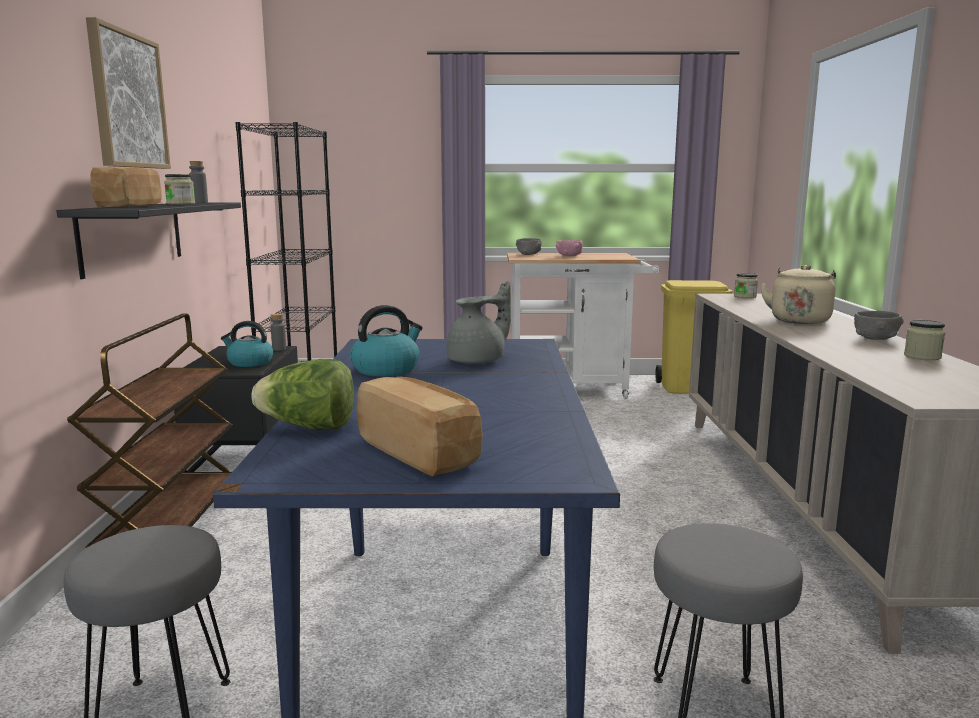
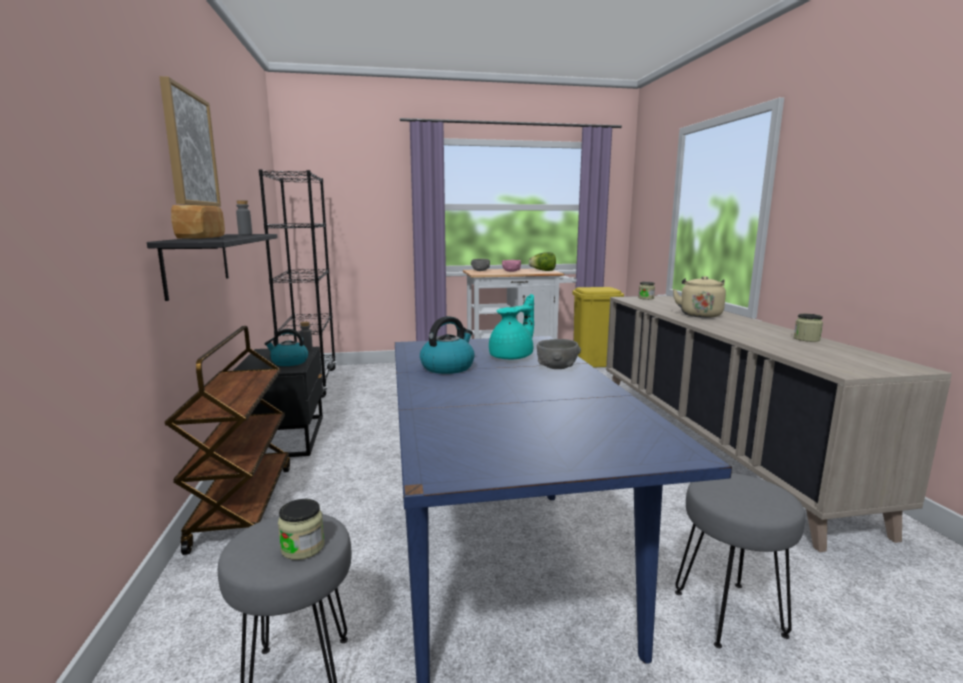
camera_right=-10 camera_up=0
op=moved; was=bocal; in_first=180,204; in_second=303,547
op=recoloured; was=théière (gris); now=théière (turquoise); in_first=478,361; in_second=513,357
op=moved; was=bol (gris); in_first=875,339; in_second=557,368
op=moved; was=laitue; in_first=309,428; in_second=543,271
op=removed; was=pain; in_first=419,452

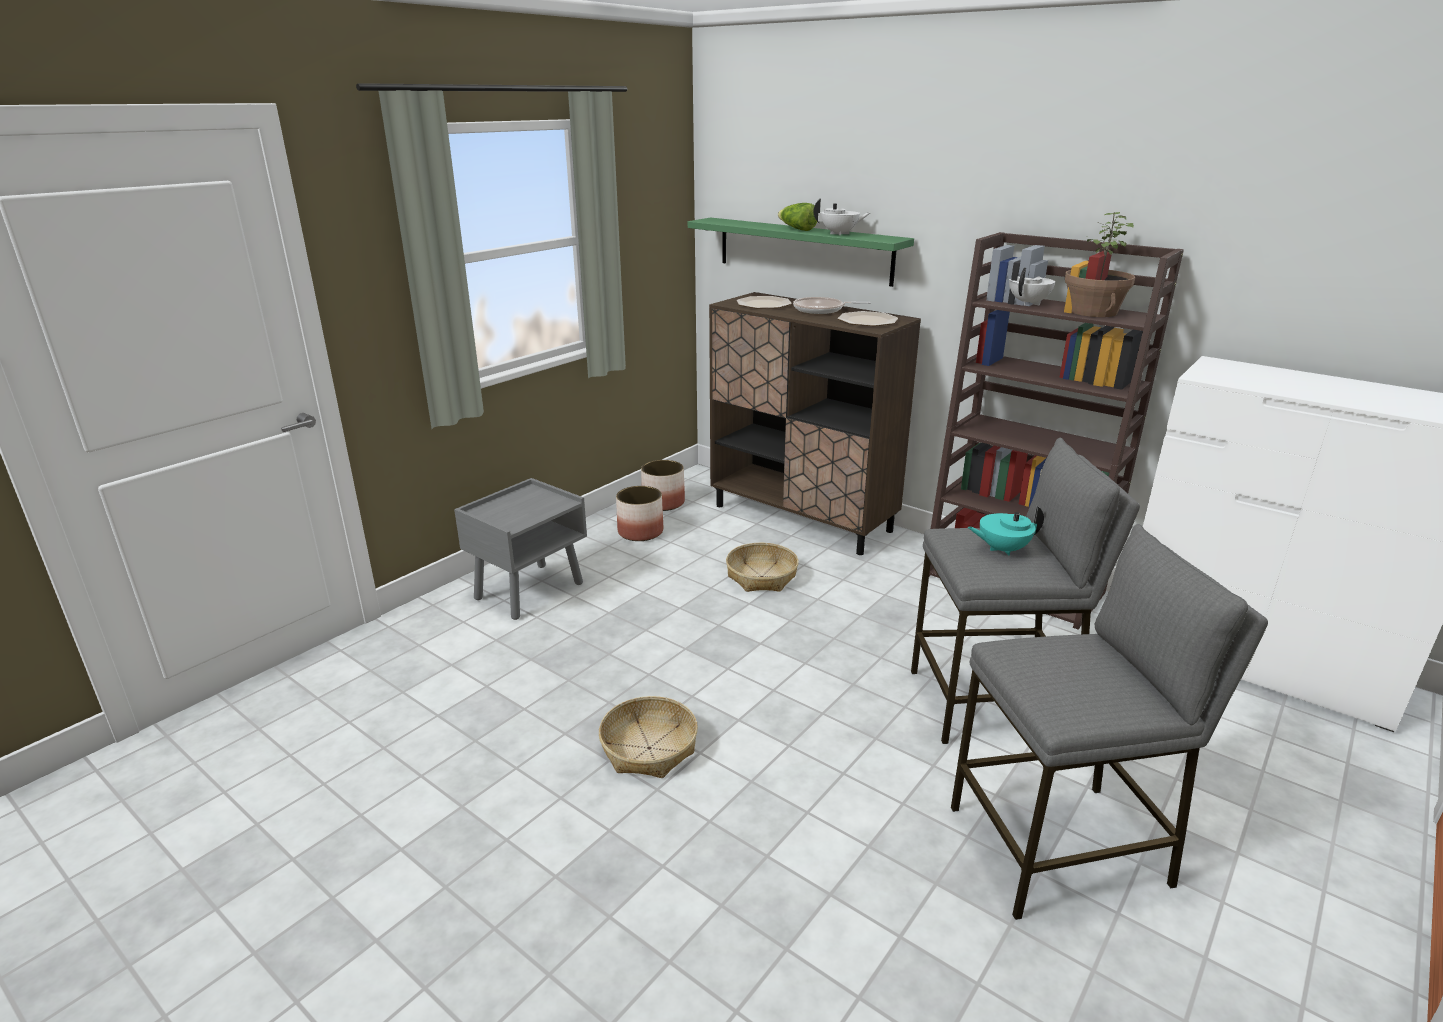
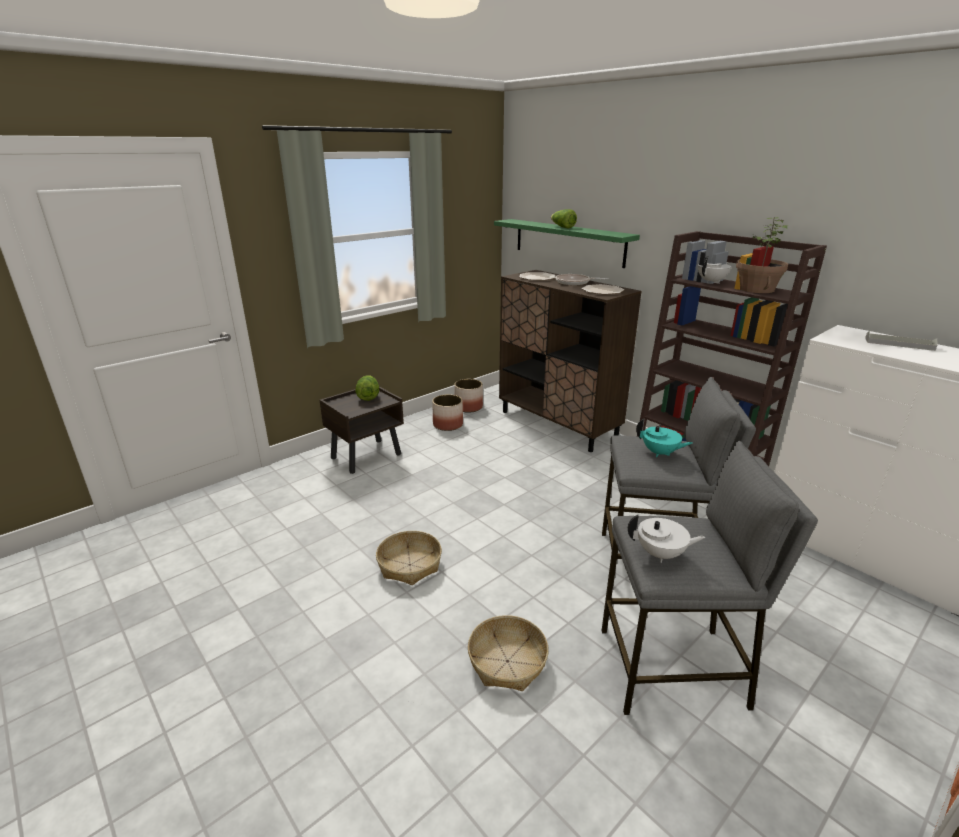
camera_right=10 camera_up=0
op=moved; was=théière (blanc); in_first=839,234; in_second=661,554
op=recoloured; was=table de chevet (gris); now=table de chevet (marron); in_first=530,590; in_second=366,456
op=turned; was=théière (turquoise); in_first=1002,549; in_second=660,453; clockwise=-150
op=moved; was=panier; in_first=761,576; in_second=507,661
op=added; now=plateau (gris); in_second=899,344
op=added; now=laitue; in_second=368,396

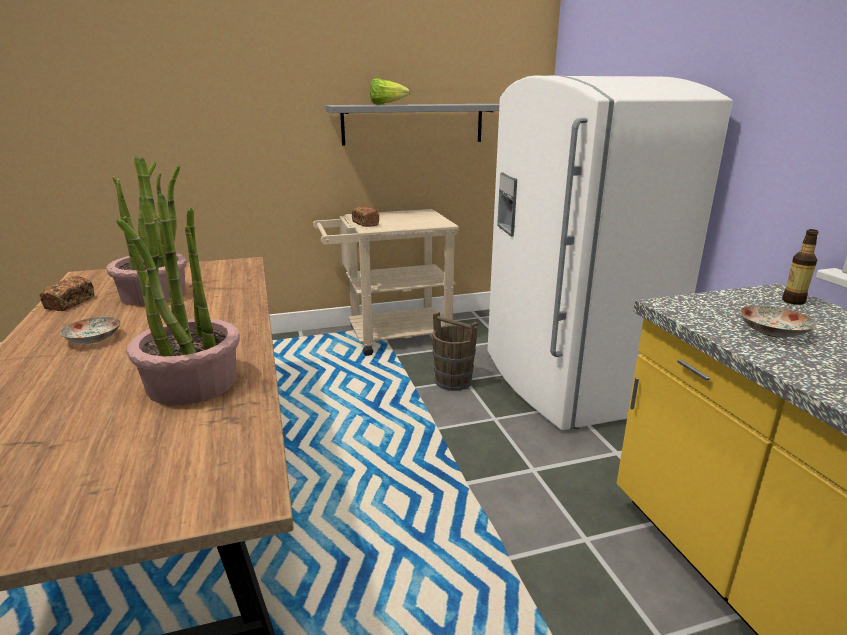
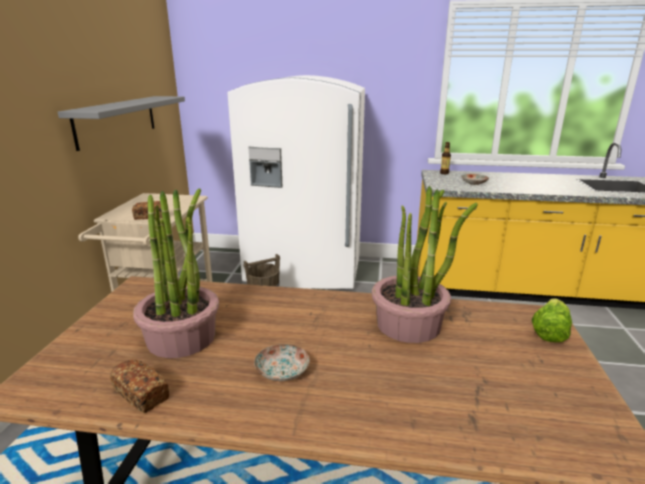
camera_right=-65 camera_up=0
op=moved; was=laitue; in_first=386,104; in_second=549,332

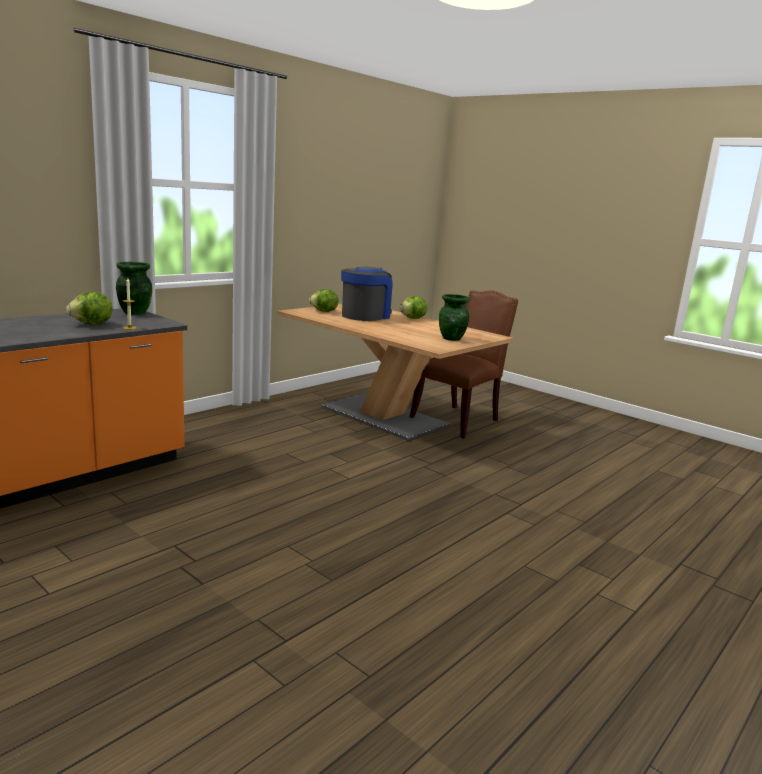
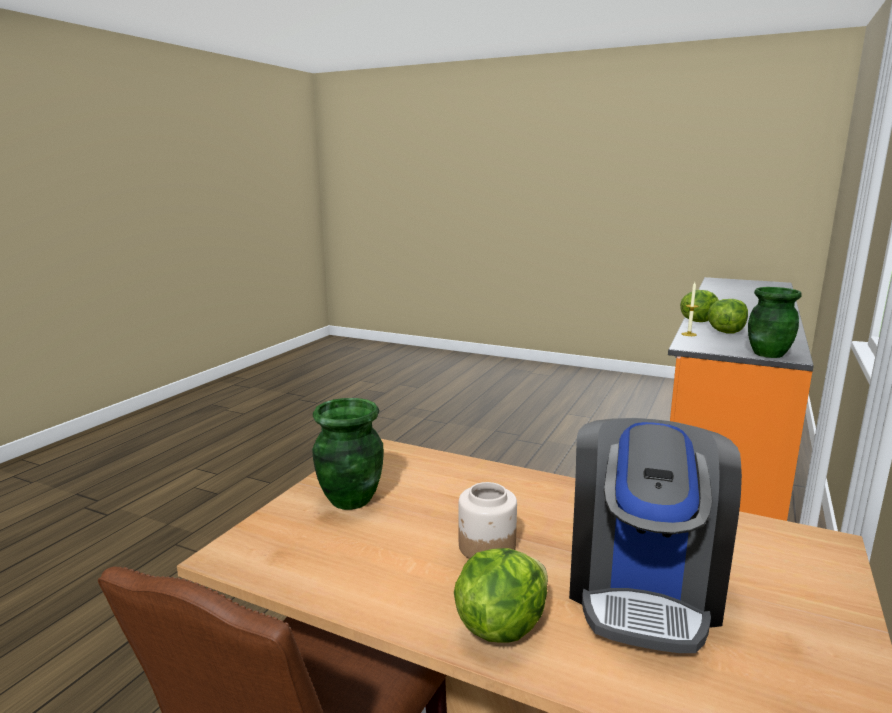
camera_right=165 camera_up=0
op=moved; was=laitue; in_first=324,311; in_second=698,321
op=added; now=bocal; in_second=486,547

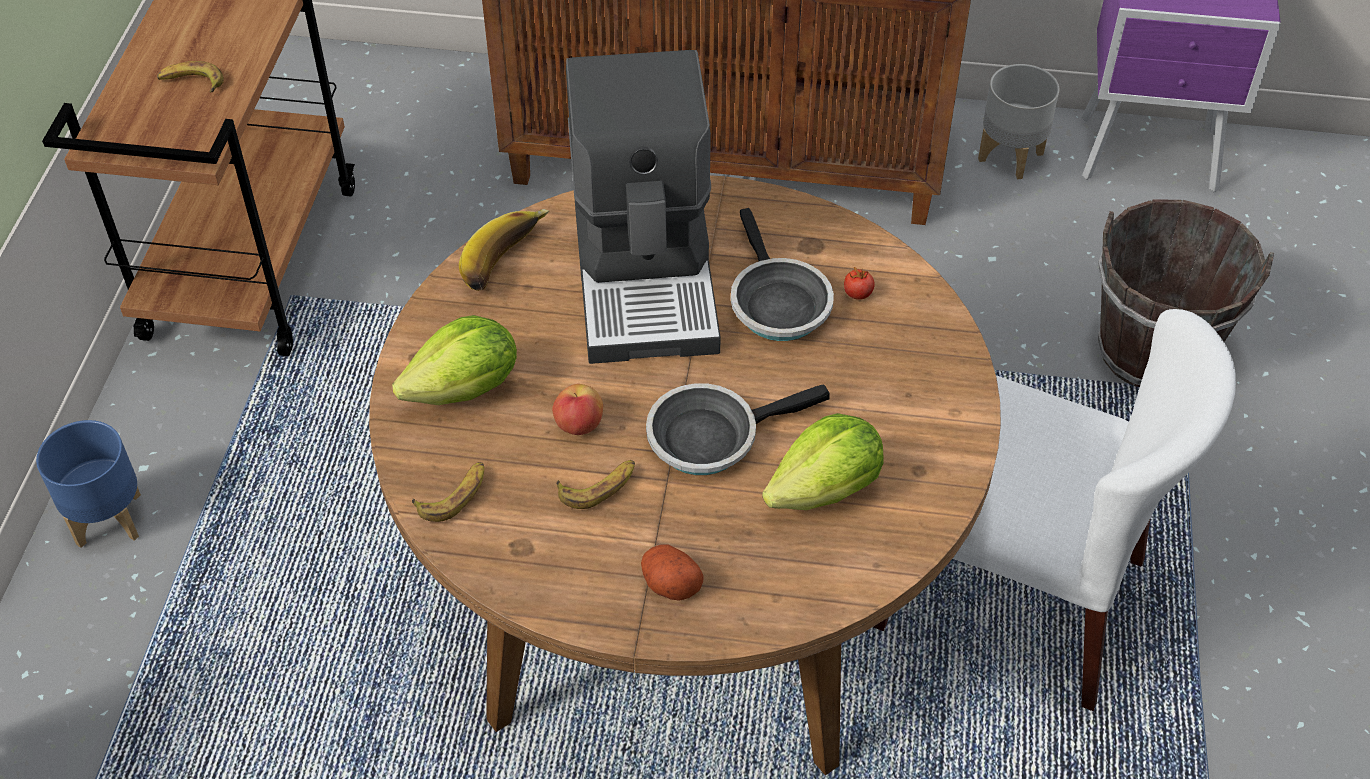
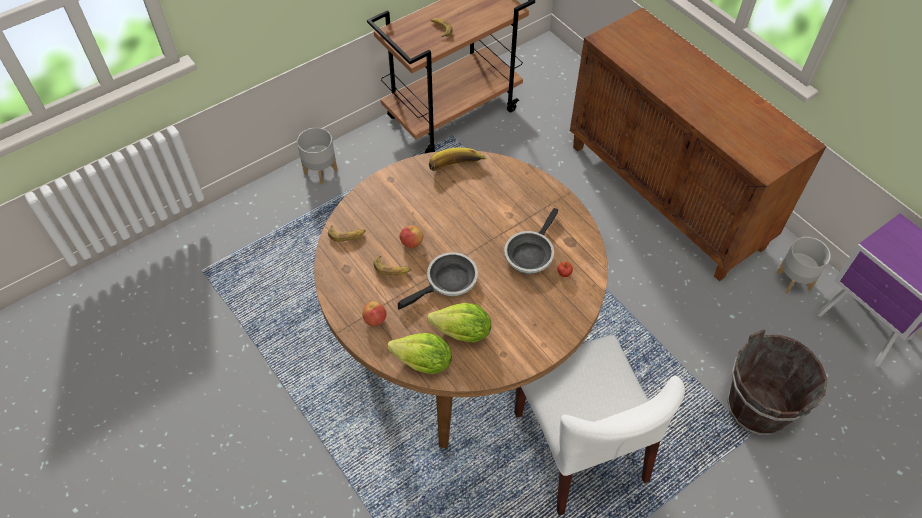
camera_right=45 camera_up=5
op=removed; was=machine à café; in_first=648,274
op=moved; was=laitue; in_first=465,389; in_second=423,363
op=turned; was=poêle; in_first=711,436; in_second=448,282; clockwise=120
op=recoloured; was=cache-pot (bleu); now=cache-pot (gris); in_first=109,518; in_second=321,171
op=replaced; was=pomme de terre; now=pomme; in_first=669,583; in_second=375,319

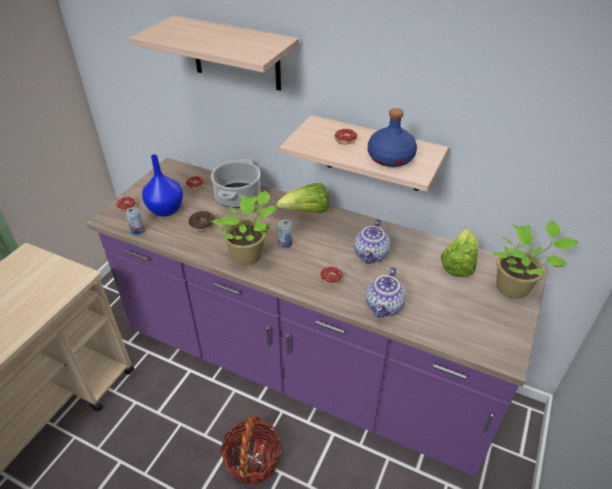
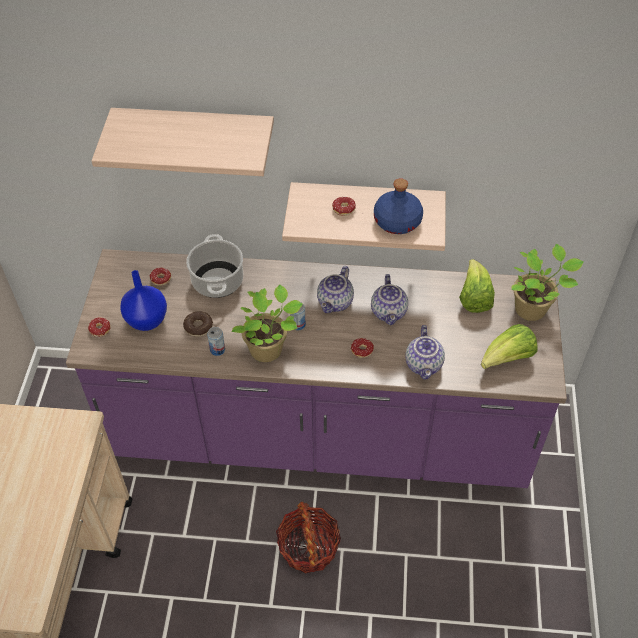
camera_right=-20 camera_up=10
op=moved; was=laitue; in_first=306,212; in_second=507,359
op=moved; was=boîte métallique; in_first=138,231; in_second=217,350
op=added; now=théière; in_second=336,303

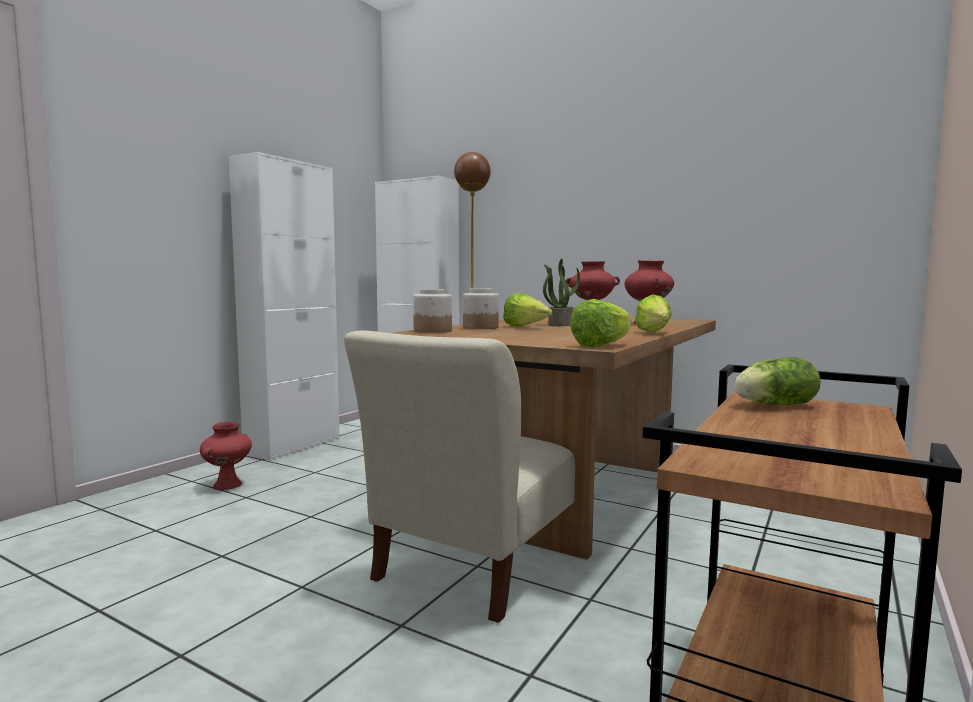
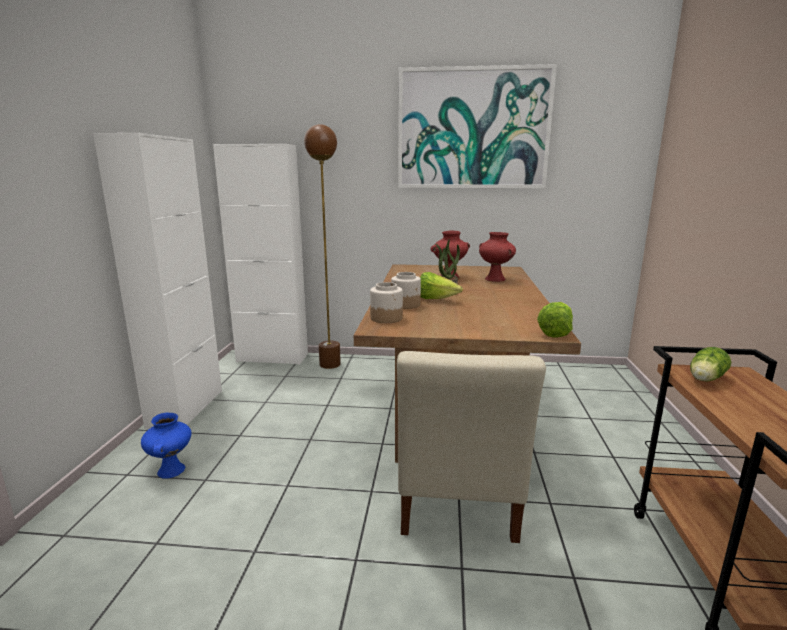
camera_right=-25 camera_up=10
op=removed; was=laitue; in_first=654,332
op=recoloured; was=vase (rouge); now=vase (bleu); in_first=227,485; in_second=172,471
op=added; now=tableau; in_second=473,129

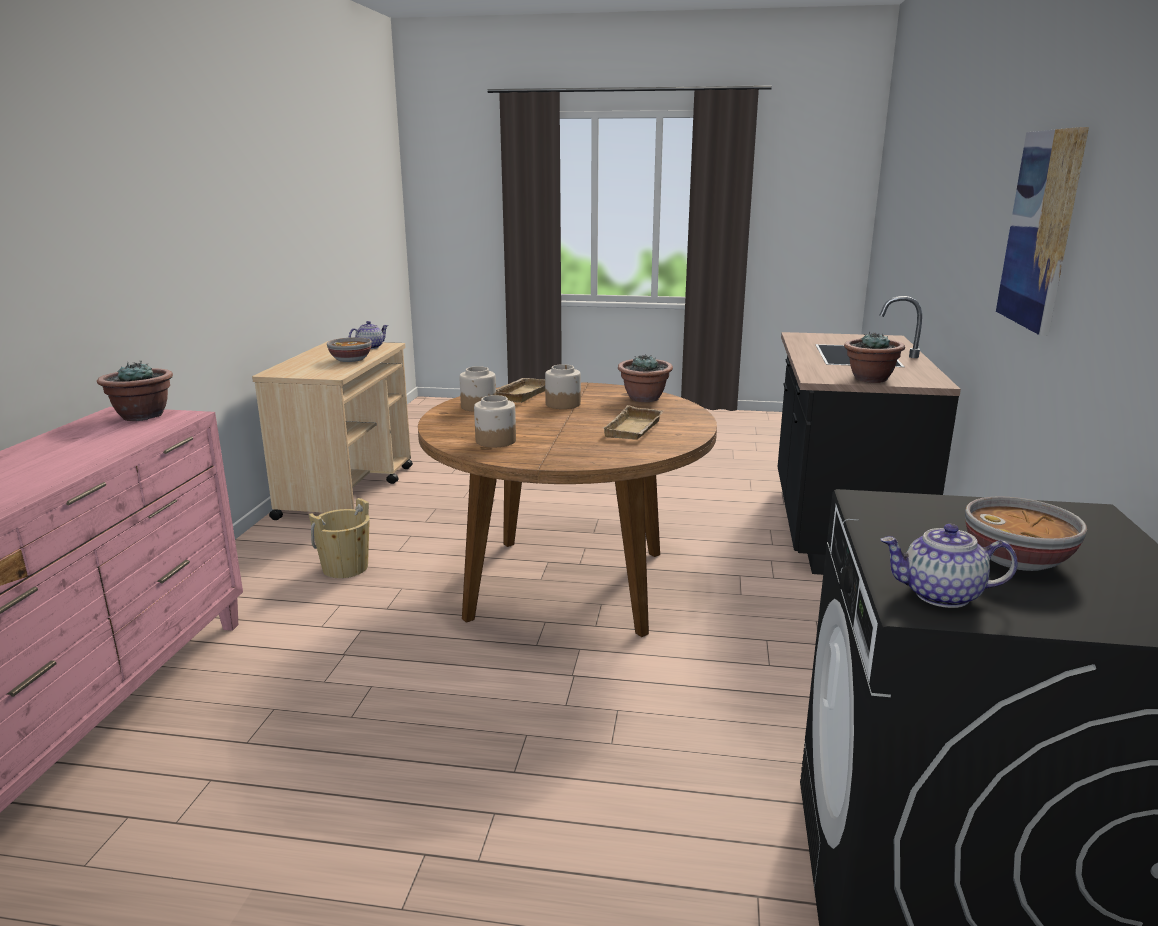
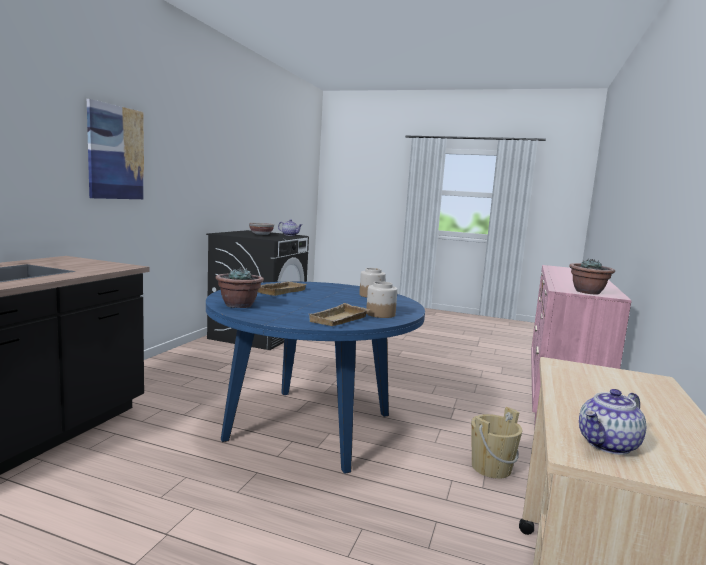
camera_right=-170 camera_up=-10
op=removed; was=plante en pot; in_first=870,379
op=removed; was=bol; in_first=351,360
op=removed; was=bocal; in_first=563,404
op=recoloured; was=table à manger (marron); now=table à manger (bleu); in_first=568,584; in_second=310,426

